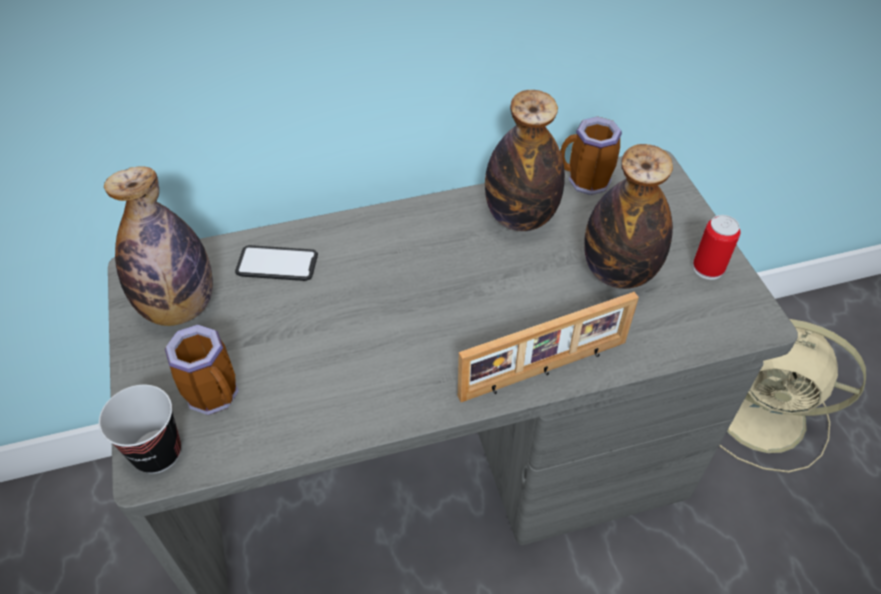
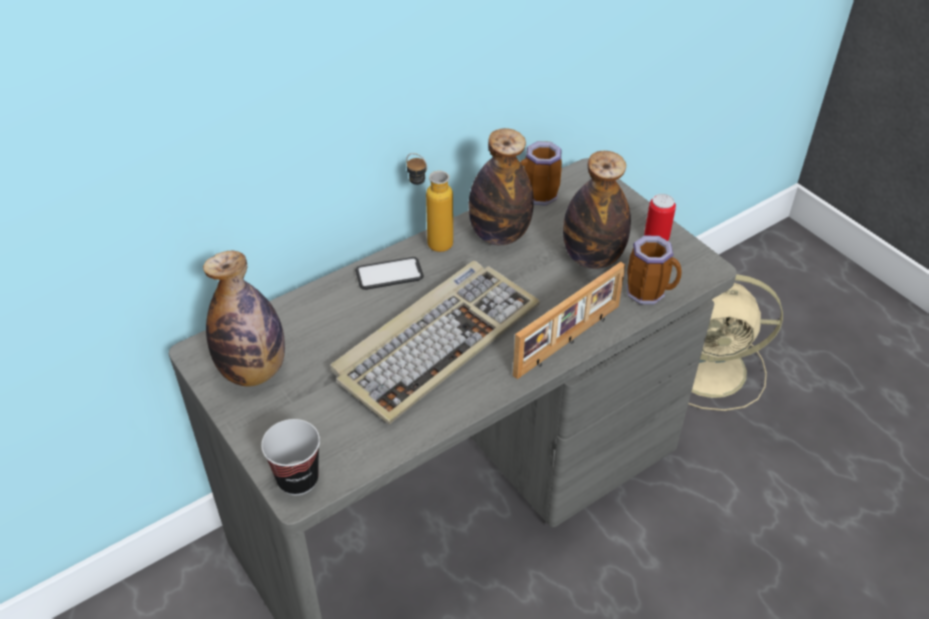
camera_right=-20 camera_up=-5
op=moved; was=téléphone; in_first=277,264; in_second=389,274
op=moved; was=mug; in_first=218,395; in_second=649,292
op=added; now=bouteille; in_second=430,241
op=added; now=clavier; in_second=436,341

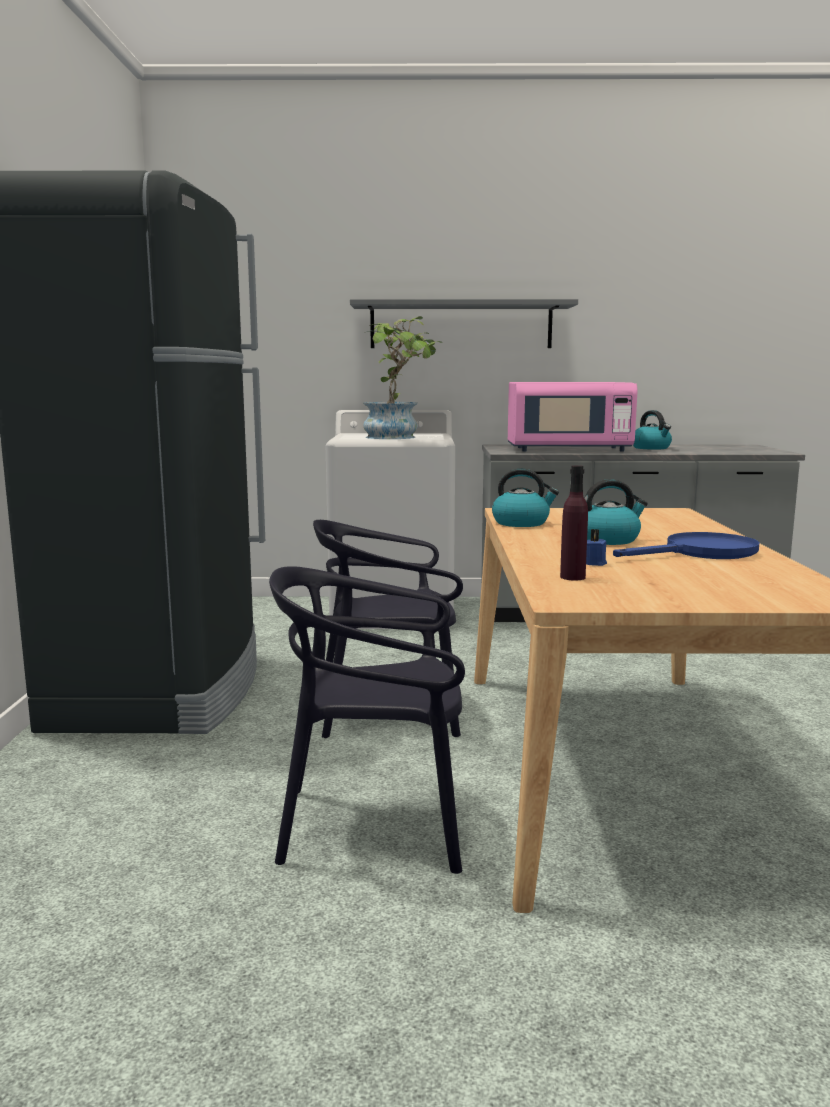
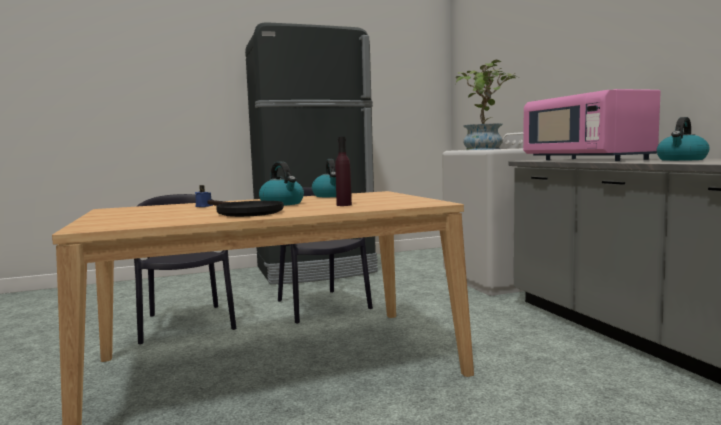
camera_right=70 camera_up=-5
op=removed; was=étagère (gris); in_first=461,326
op=moved; was=bouteille (violet); in_first=572,577; in_second=344,205
op=recoloured; was=poêle (bleu); now=poêle (noir); in_first=701,553; in_second=244,212

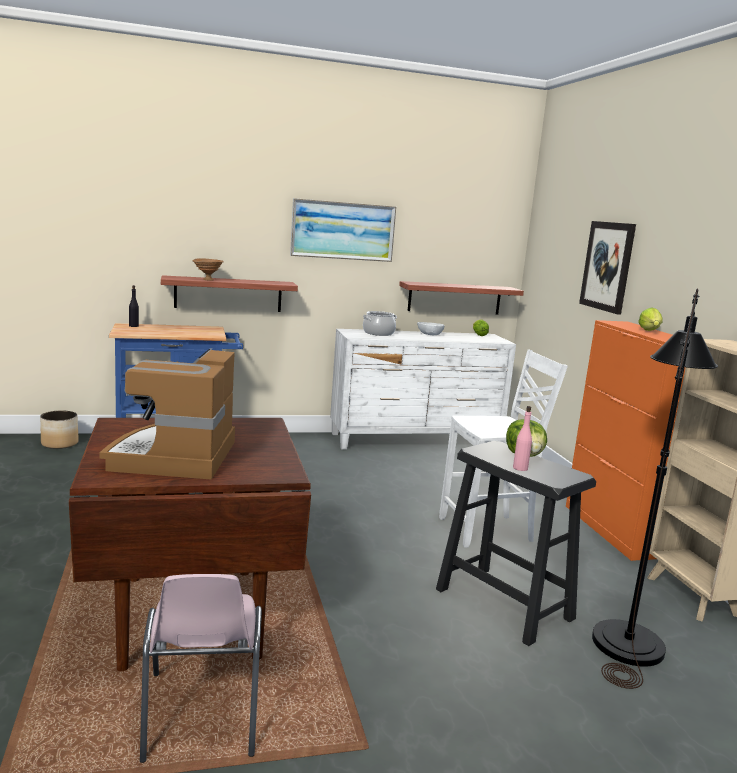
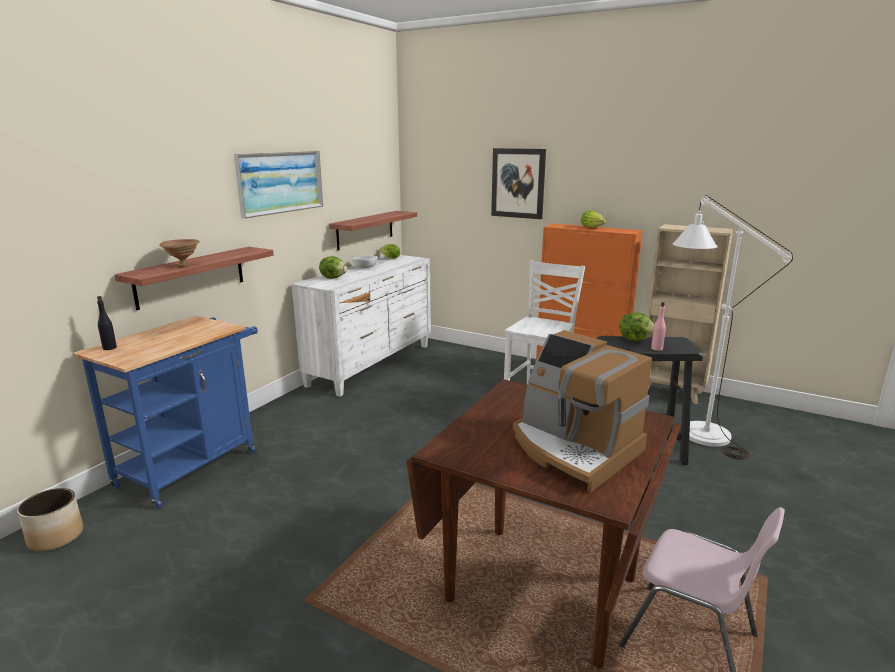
camera_right=-45 camera_up=5
op=recoloured; was=lampadaire (noir); now=lampadaire (blanc); in_first=630,634; in_second=696,428
op=replaced; was=marmite; now=laitue; in_first=378,333; in_second=333,278

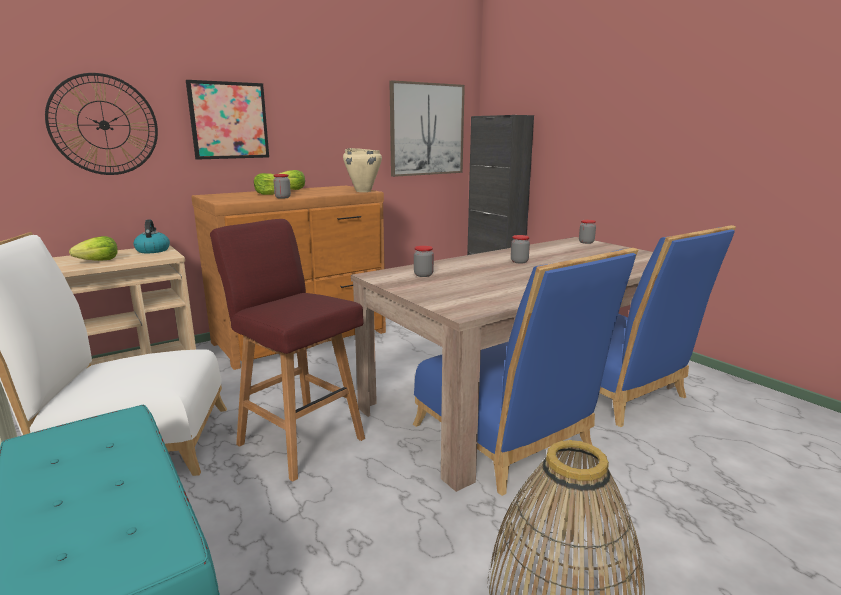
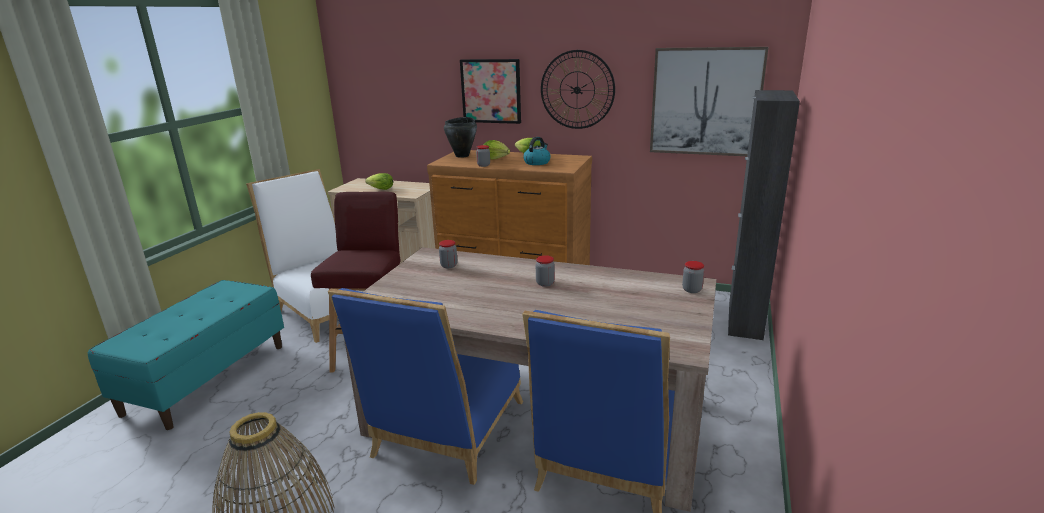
camera_right=55 camera_up=5
op=moved; was=horloge murale; in_first=104,125; in_second=577,90
op=removed; was=marmite (beige); in_first=363,191
op=moved; was=bouilloire; in_first=153,250; in_second=537,162
op=added; now=marmite (noir); in_second=462,156

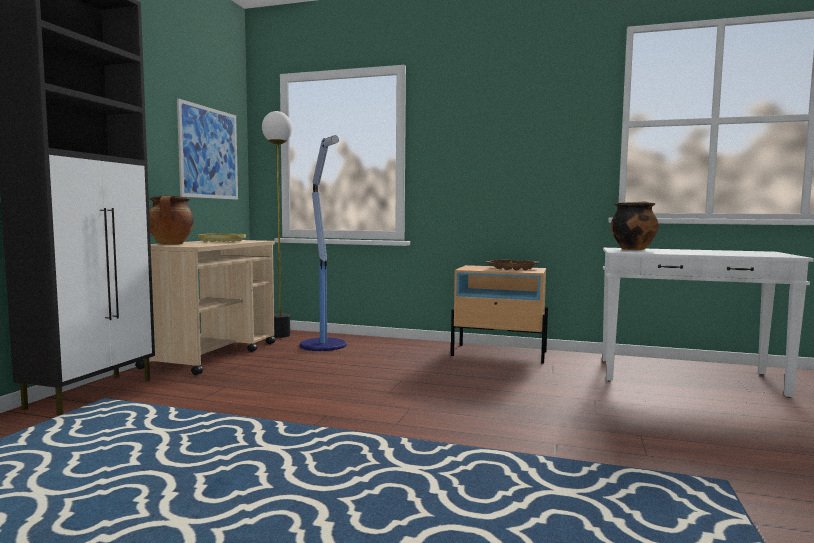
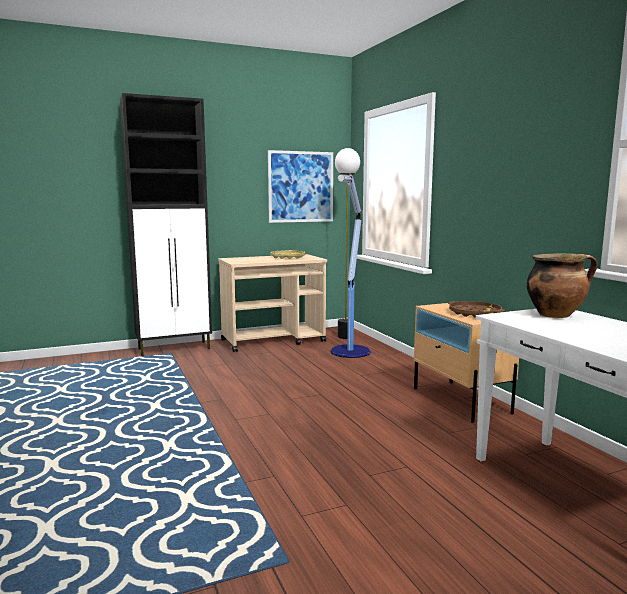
camera_right=50 camera_up=5
op=removed; was=marmite; in_first=171,244

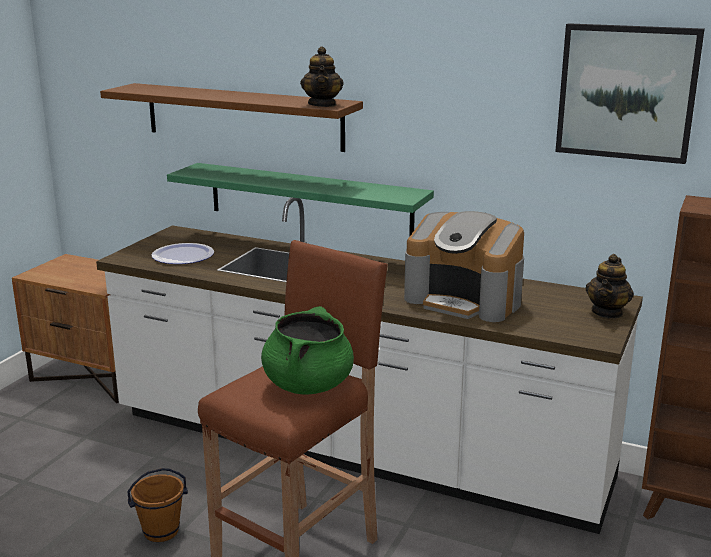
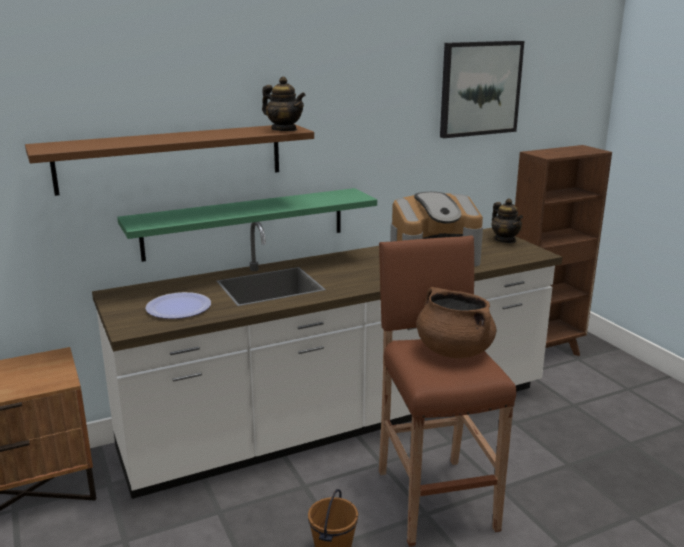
camera_right=-50 camera_up=0
op=recoloured; was=marmite (vert); now=marmite (marron); in_first=308,385; in_second=453,351

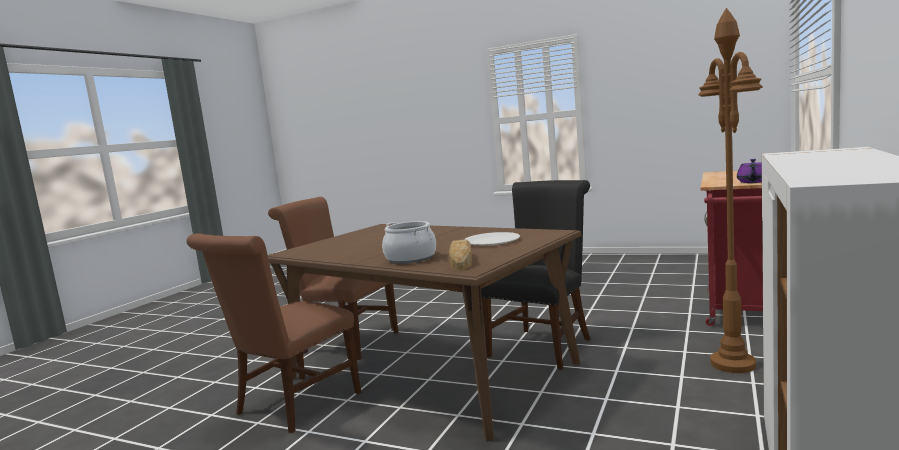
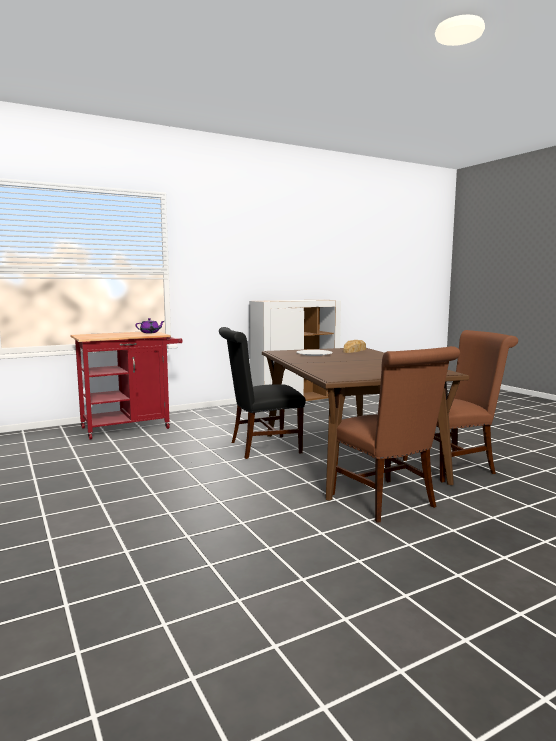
camera_right=-145 camera_up=0
op=removed; was=lampadaire (marron); in_first=733,364
op=removed; was=marmite; in_first=411,258

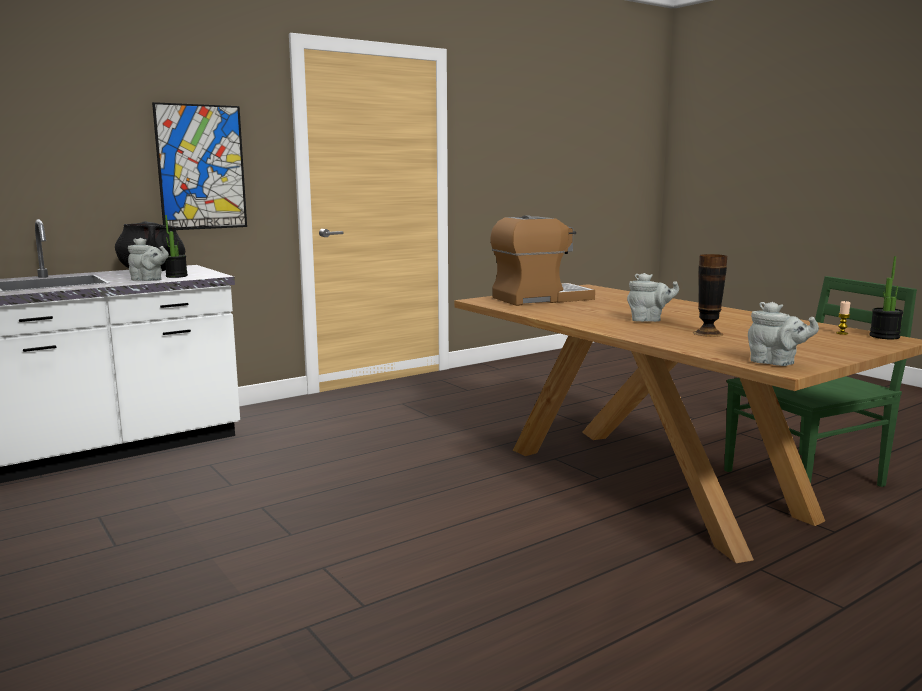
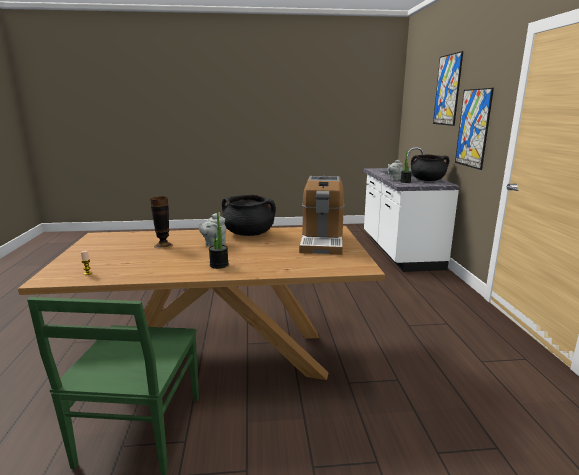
camera_right=120 camera_up=5
op=moved; was=plante en pot; in_first=884,336; in_second=219,265
op=removed; was=théière (gris); in_first=775,363
op=added; now=tableau; in_second=447,90
op=added; now=marmite (noir); in_second=249,234

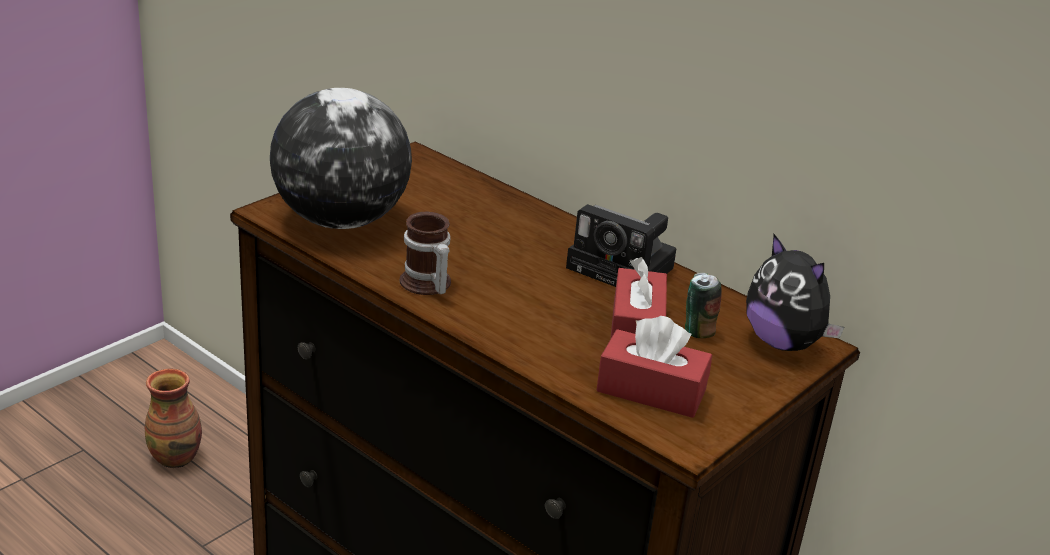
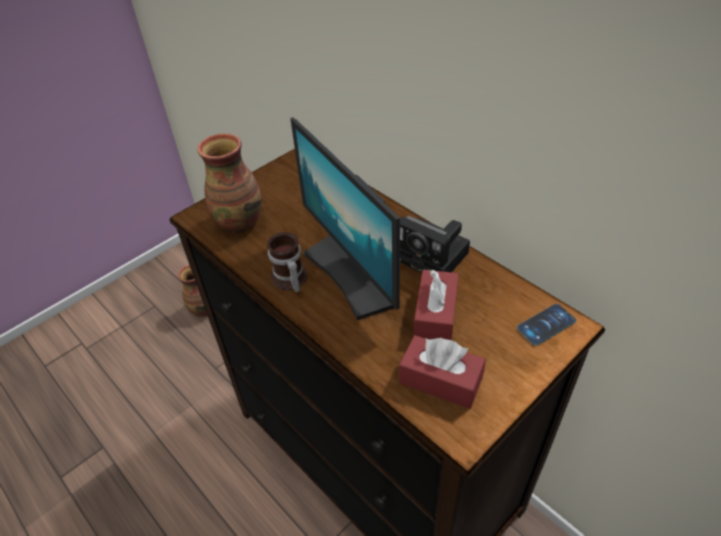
camera_right=10 camera_up=15
op=replaced; was=globe; now=vase; in_first=340,220; in_second=240,221
op=replaced; was=peluche; now=téléphone; in_first=784,342; in_second=546,324
op=removed; was=boîte métallique; in_first=697,330
op=added; now=écran d'ordinateur; in_second=352,275

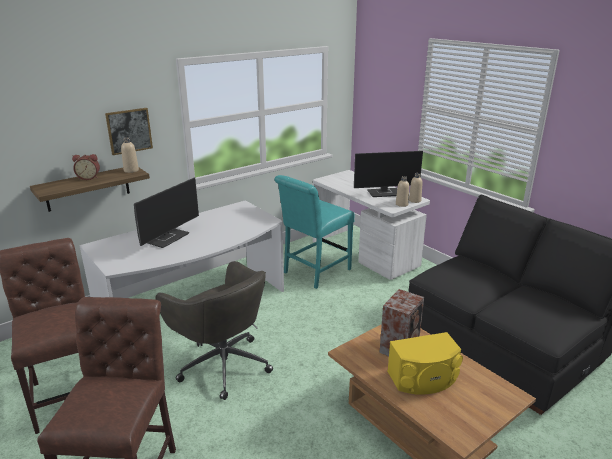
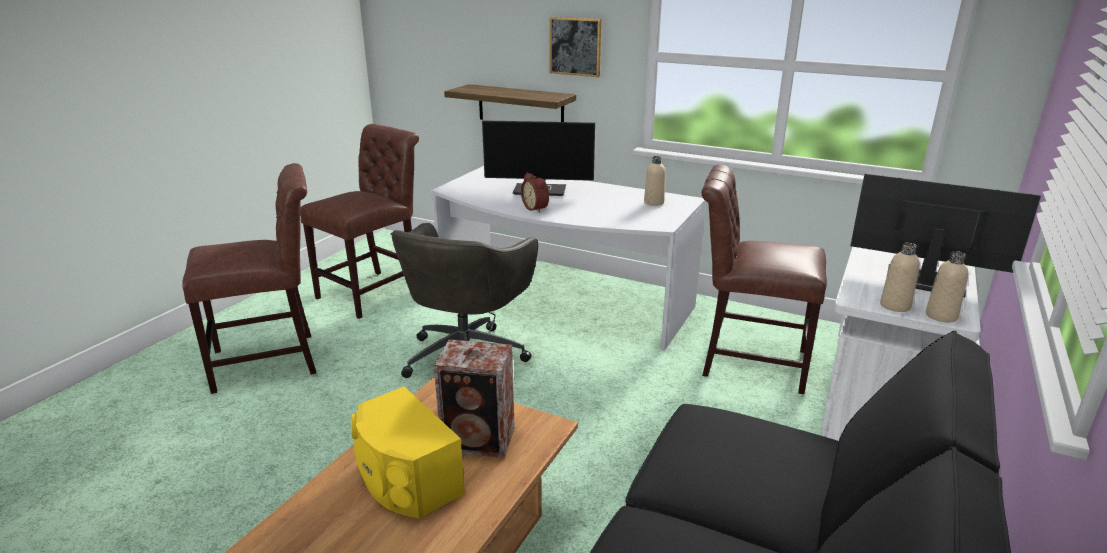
camera_right=65 camera_up=0
op=moved; was=bouteille (beige); in_first=131,170; in_second=654,202
op=turned; was=écran d'ordinateur; in_first=385,193; in_second=922,282; clockwise=150
op=moved; was=réveil; in_first=89,178; in_second=536,208
op=recoloured; was=chaise (turquoise); now=chaise (marron); in_first=314,272; in_second=747,361

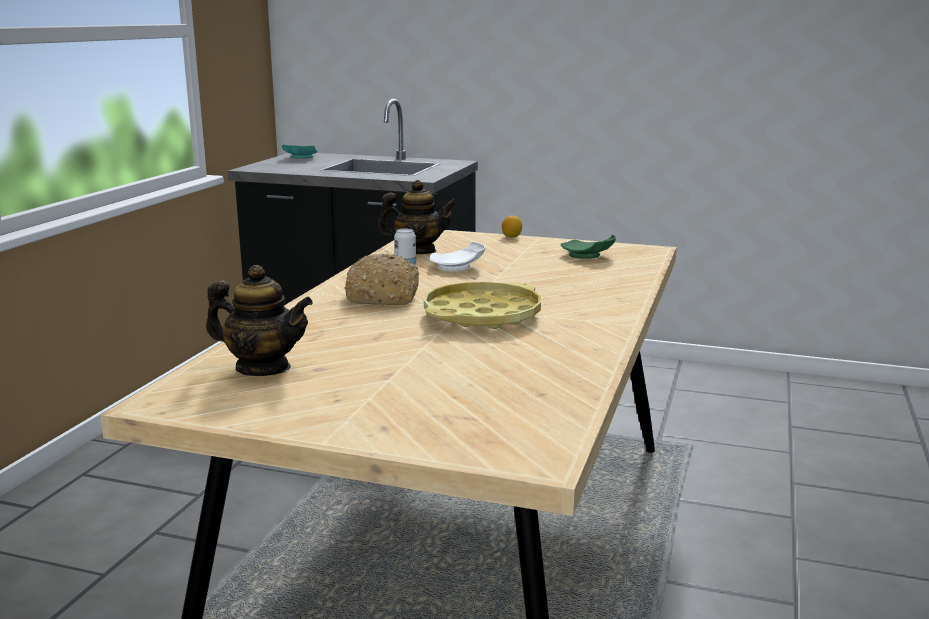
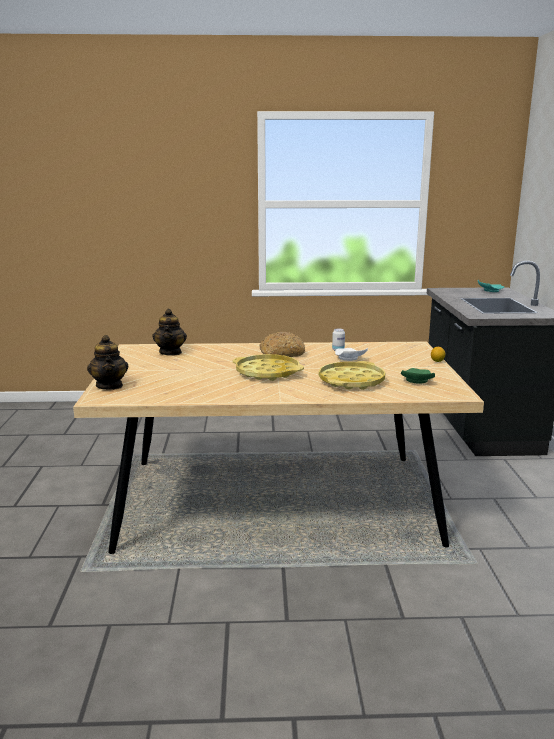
camera_right=70 camera_up=0
op=moved; was=théière; in_first=418,251; in_second=110,386
op=added; now=plateau (jaune); in_second=351,381

